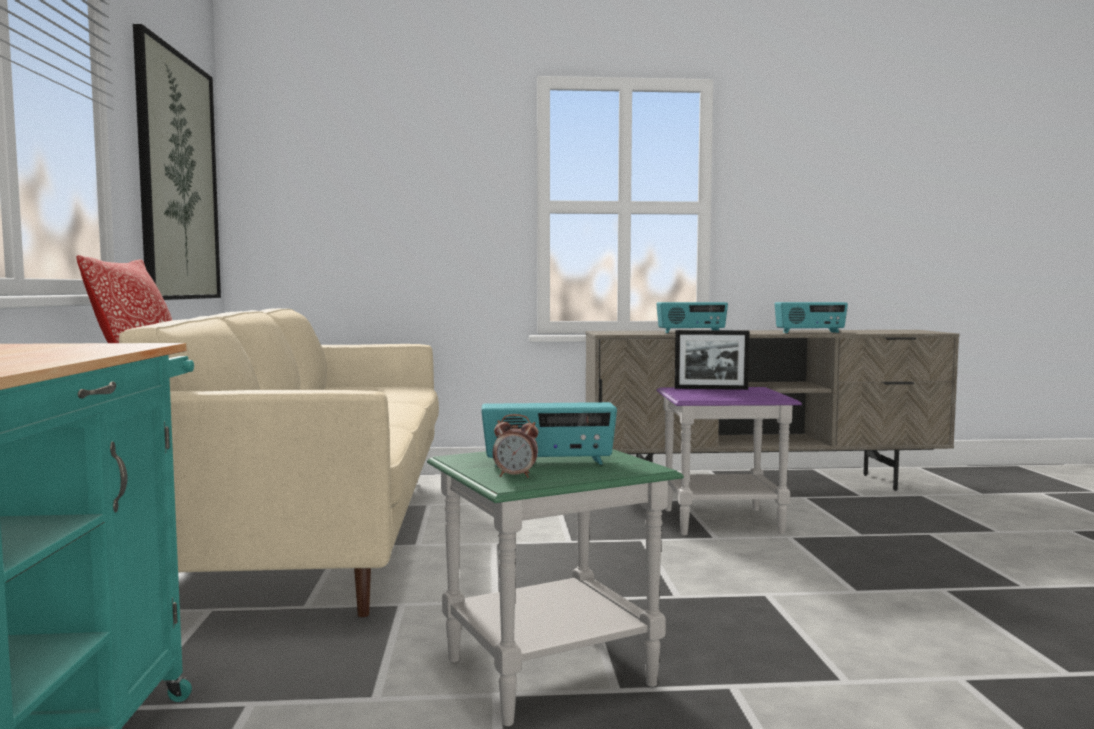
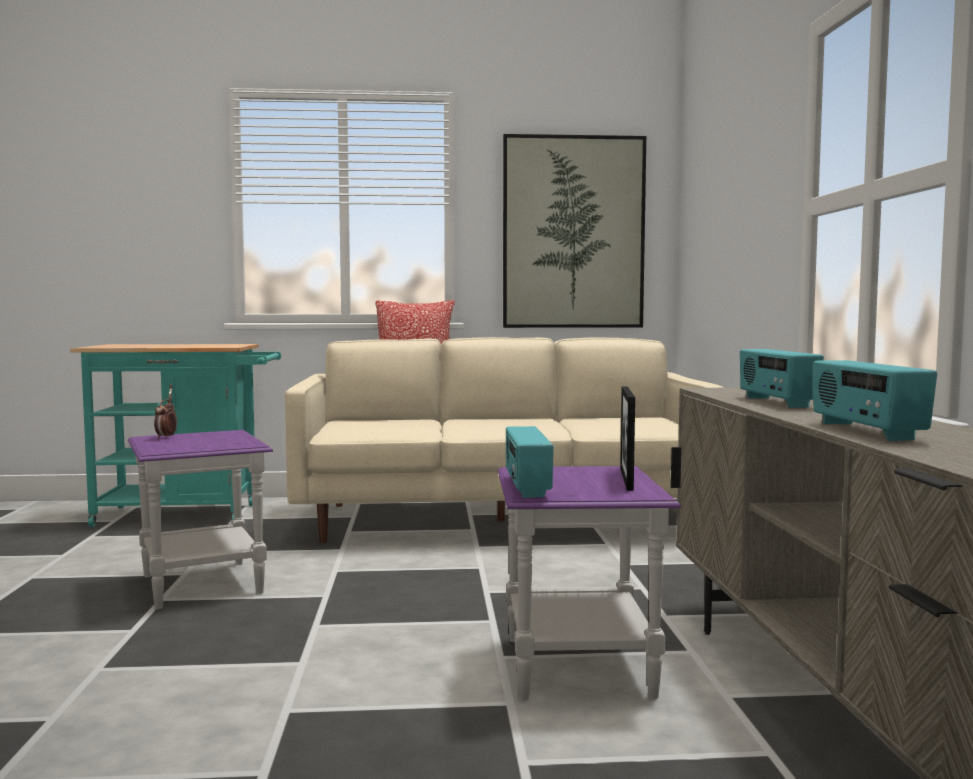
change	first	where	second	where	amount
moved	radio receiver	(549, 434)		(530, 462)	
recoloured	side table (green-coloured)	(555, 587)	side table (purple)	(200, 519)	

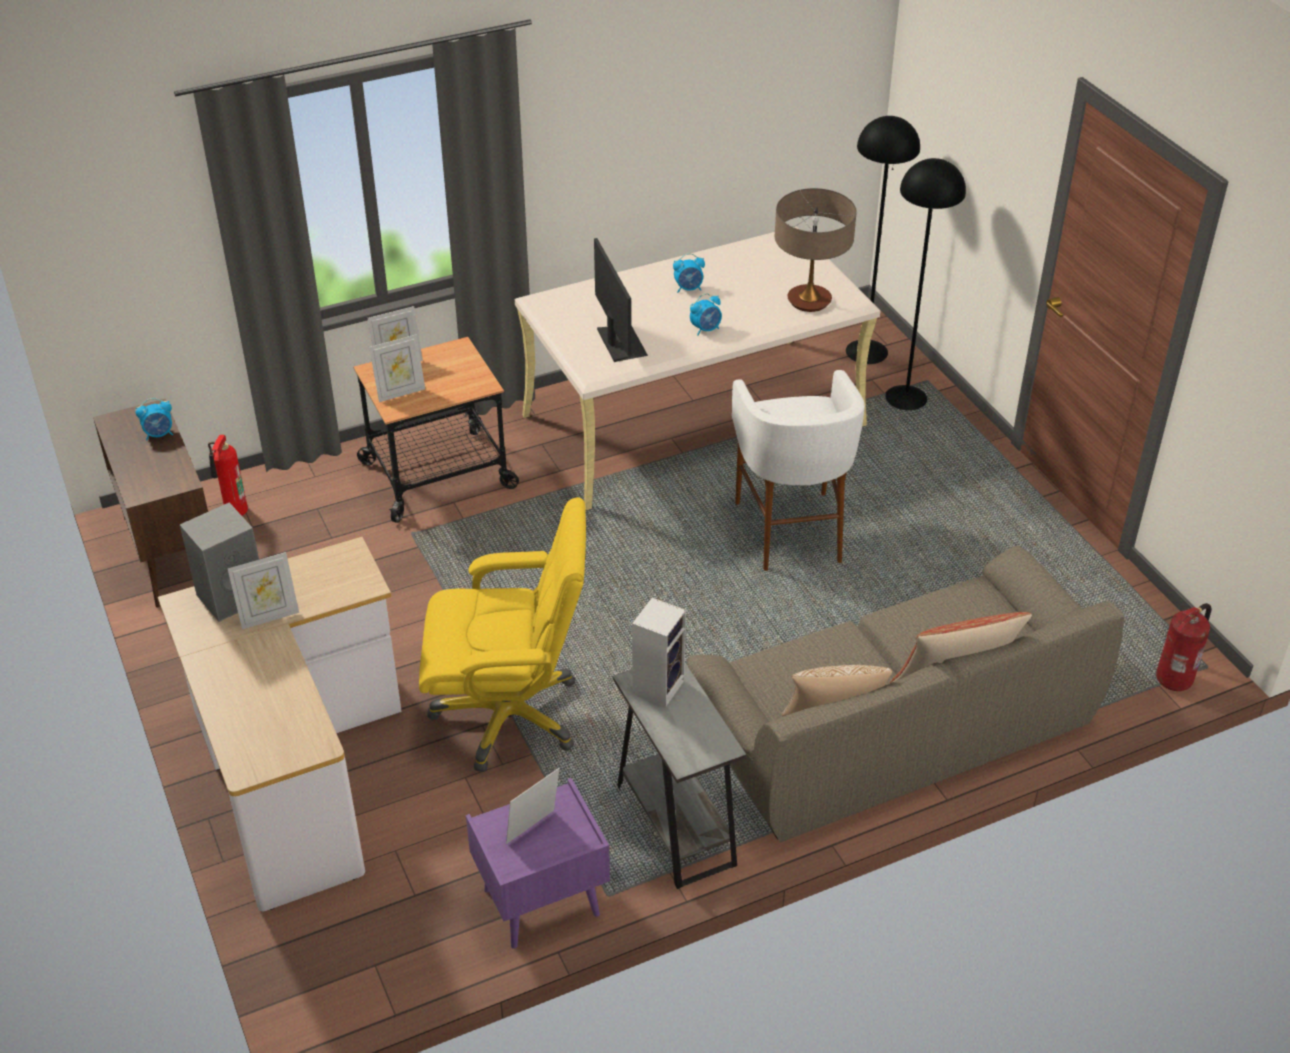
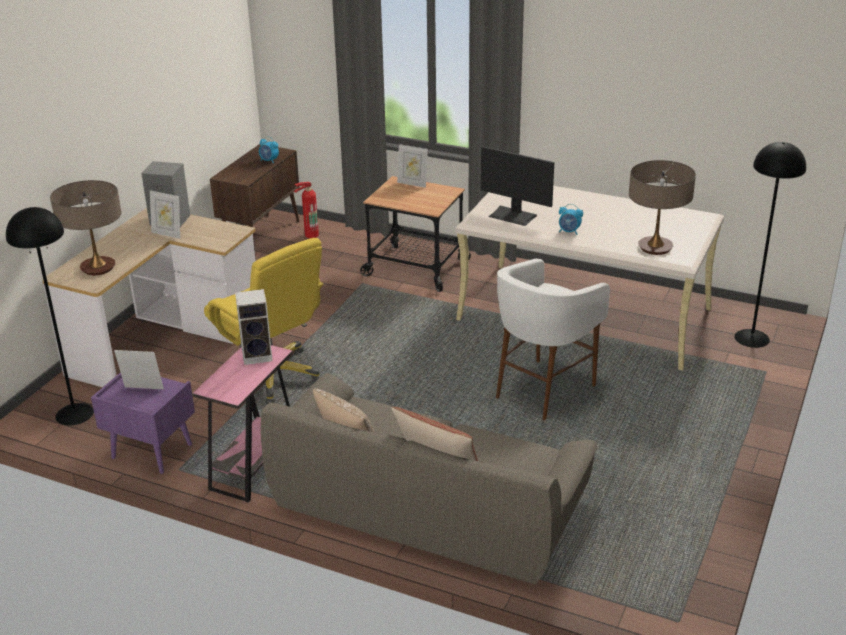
change	first	where	second	where	amount
removed	picture frame	(397, 368)			
removed	table clock	(689, 273)			
removed	fire-fighting cylinder	(1183, 647)			
added			tabletop lamp	(85, 227)	
moved	floor lamp (black-coloured)	(926, 284)		(50, 316)	
recoloured	side table (grey)	(679, 776)	side table (pink-coloured)	(242, 424)	
turned	monitor	(621, 300)		(517, 186)	90 degrees clockwise

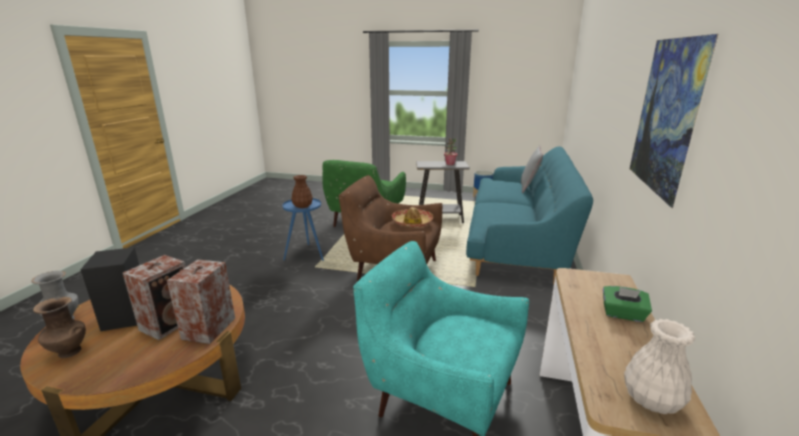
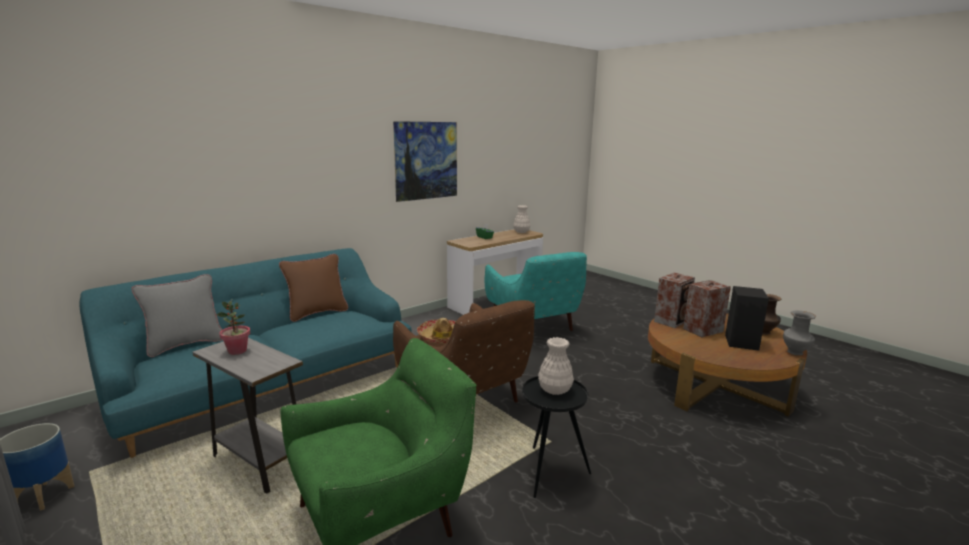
change	first	where	second	where	amount
added			throw pillow (brownish)	(313, 288)	
recoloured	side table (blue)	(303, 229)	side table (black-coloured)	(556, 437)	
recoloured	decorative vase (brownish)	(302, 191)	decorative vase (white-coloured)	(556, 366)	

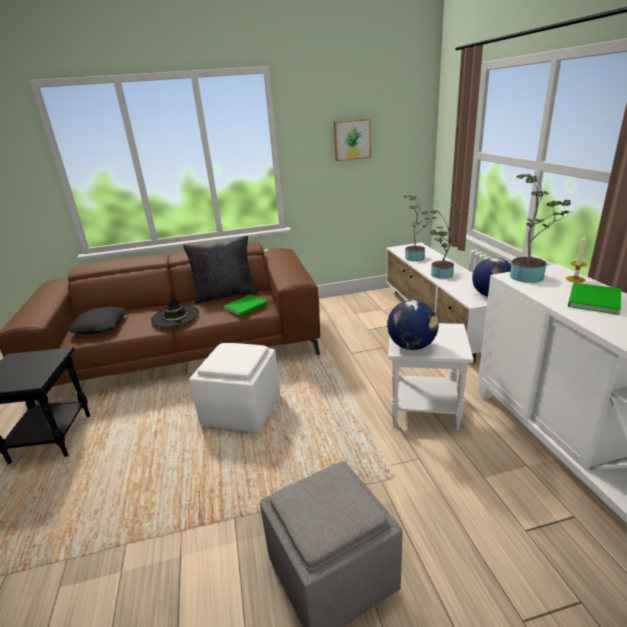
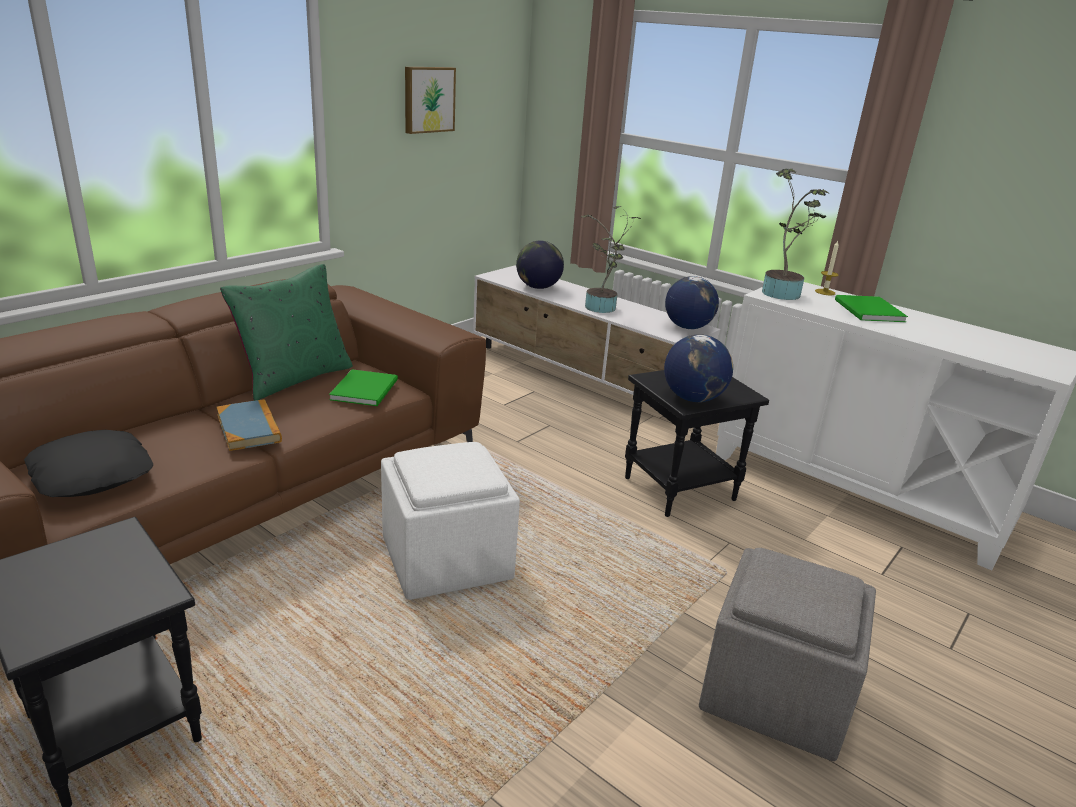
change	first	where	second	where	amount
replaced	wearable hat (black-coloured)	(175, 309)	volume	(249, 425)	
replaced	plant in a pot	(420, 228)	globe	(540, 265)	
recoloured	throw pillow (black-coloured)	(220, 270)	throw pillow (green-coloured)	(286, 332)	
recoloured	side table (white-coloured)	(431, 377)	side table (black-coloured)	(697, 443)	

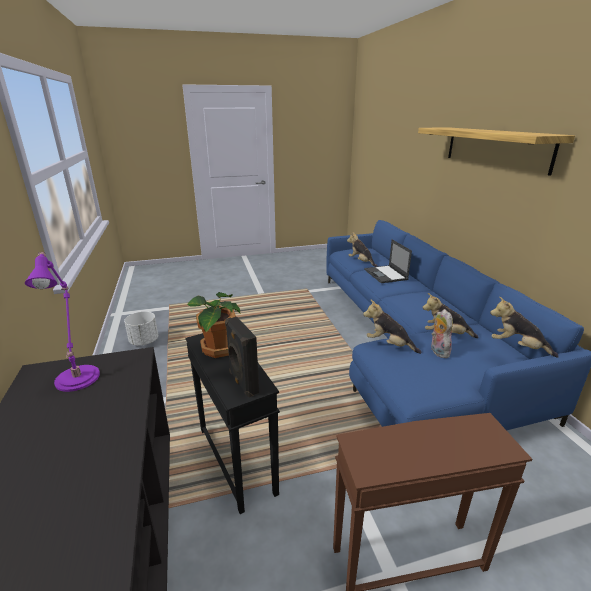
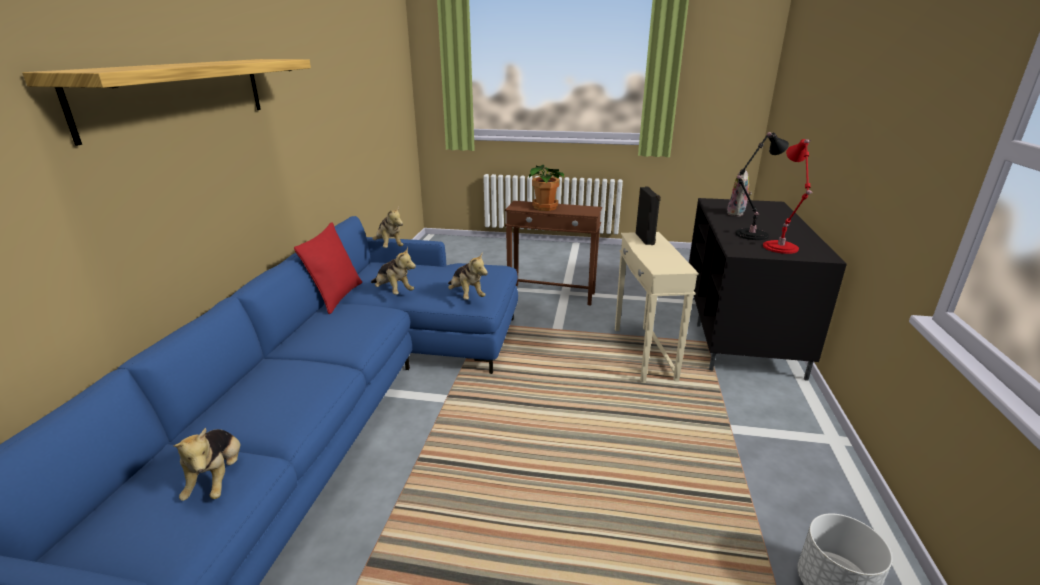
change	first	where	second	where	amount
removed	notebook computer	(388, 261)			
added			throw pillow (red-coloured)	(328, 268)	
added			tabletop lamp (black-coloured)	(762, 186)	
moved	plant in a pot	(214, 325)		(546, 188)	
moved	soft toy	(442, 333)		(739, 192)	
recoloured	tabletop lamp (purple)	(62, 322)	tabletop lamp (red-coloured)	(787, 196)	
recoloured	side table (black-coloured)	(233, 423)	side table (beige)	(657, 307)	

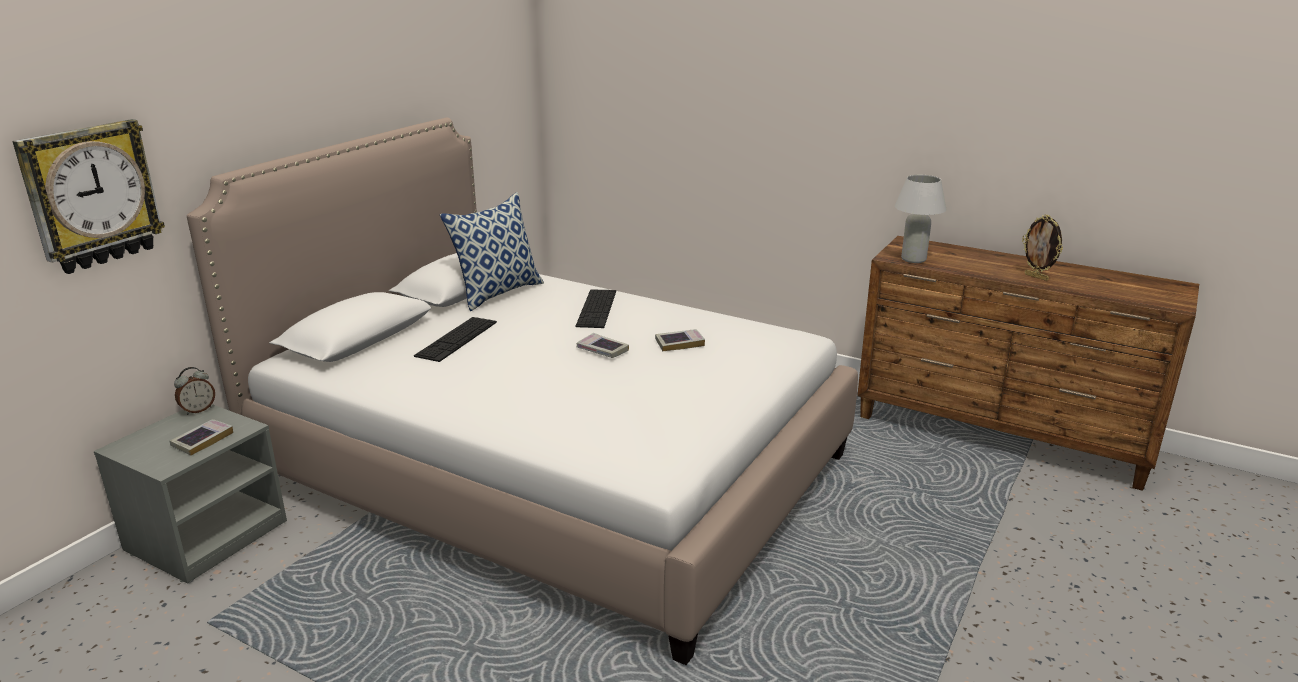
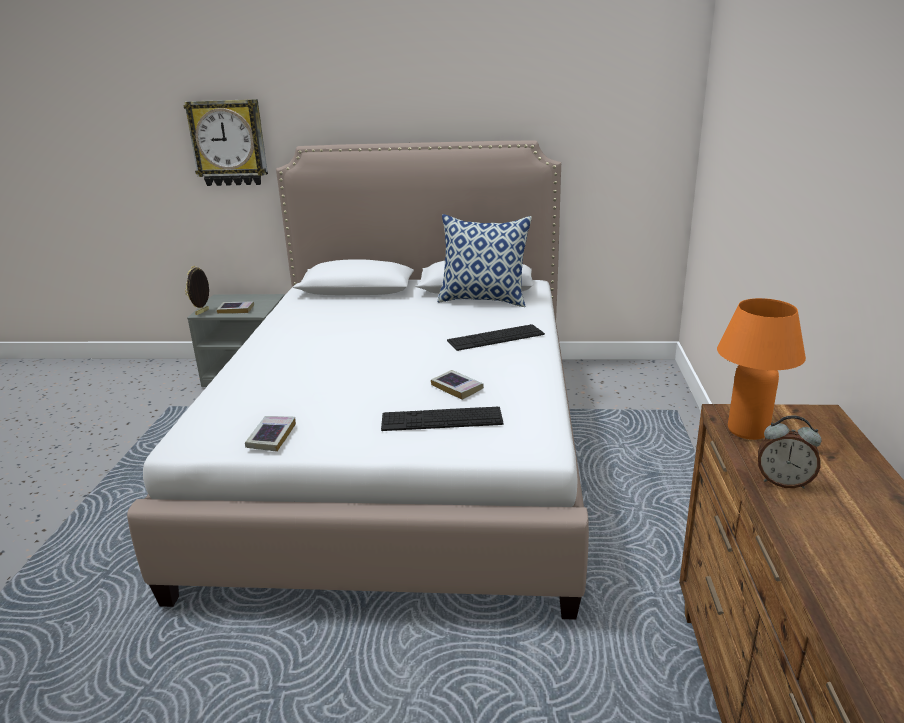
change	first	where	second	where	amount
moved	table clock	(194, 391)		(790, 451)	
moved	computer keyboard	(455, 339)		(442, 419)	
moved	volume	(603, 345)		(270, 434)	
moved	picture frame	(1042, 248)		(197, 290)	
recoloured	tabletop lamp (white-coloured)	(920, 219)	tabletop lamp (orange)	(761, 369)	

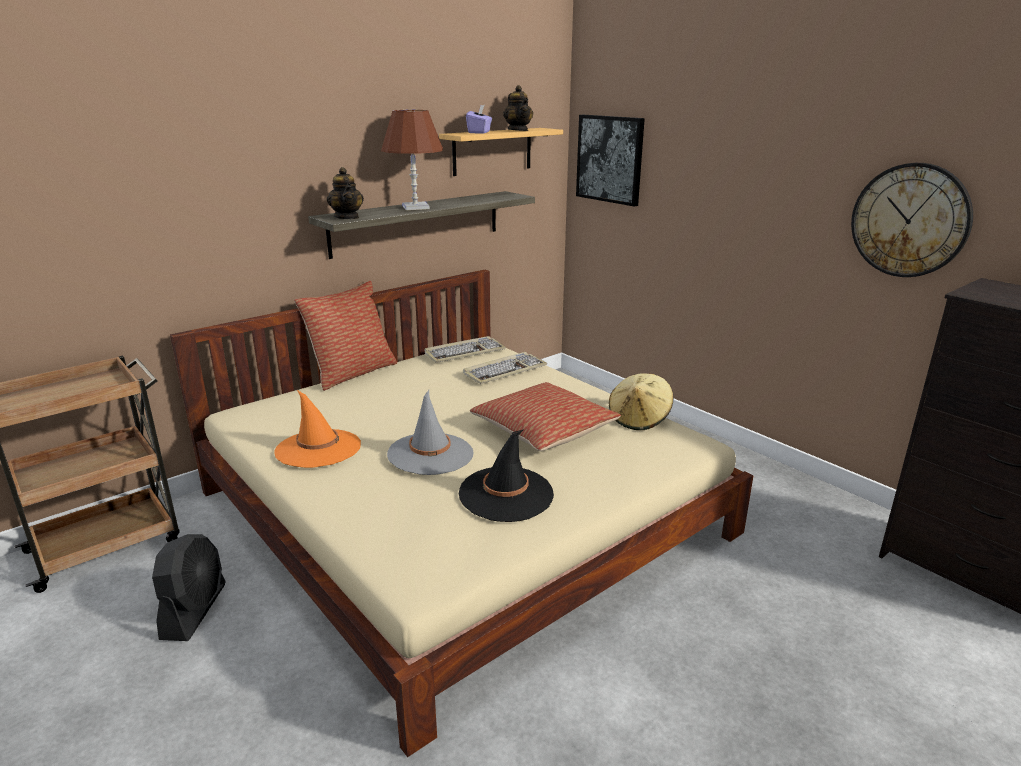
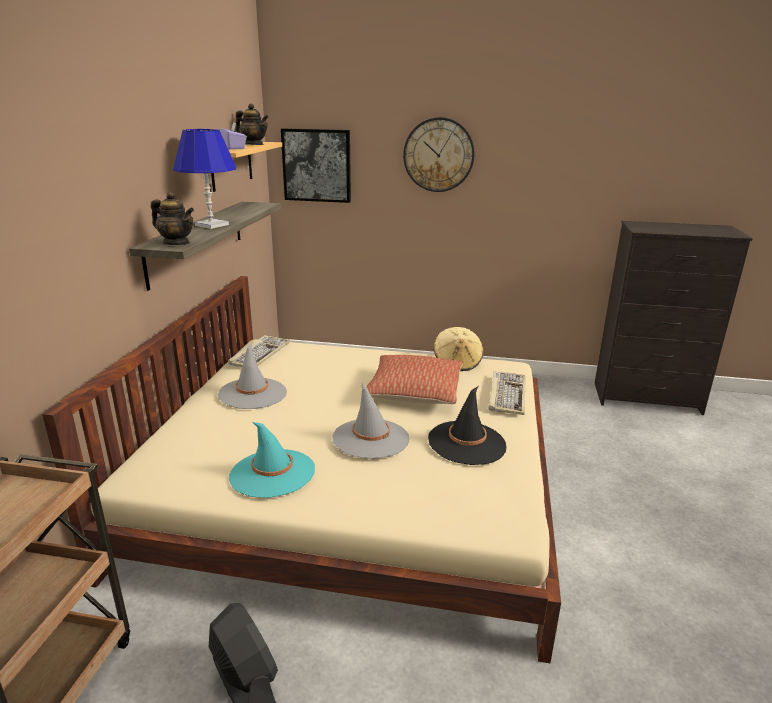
change	first	where	second	where	amount
removed	throw pillow	(345, 336)			
added			wearable hat (grey)	(252, 376)	
moved	computer keyboard	(505, 368)		(507, 393)	
moved	wall clock	(912, 220)		(439, 154)	
recoloured	wearable hat (orange)	(317, 429)	wearable hat (turquoise-coloured)	(272, 460)	
recoloured	tabletop lamp (brownish)	(412, 160)	tabletop lamp (blue)	(204, 179)	

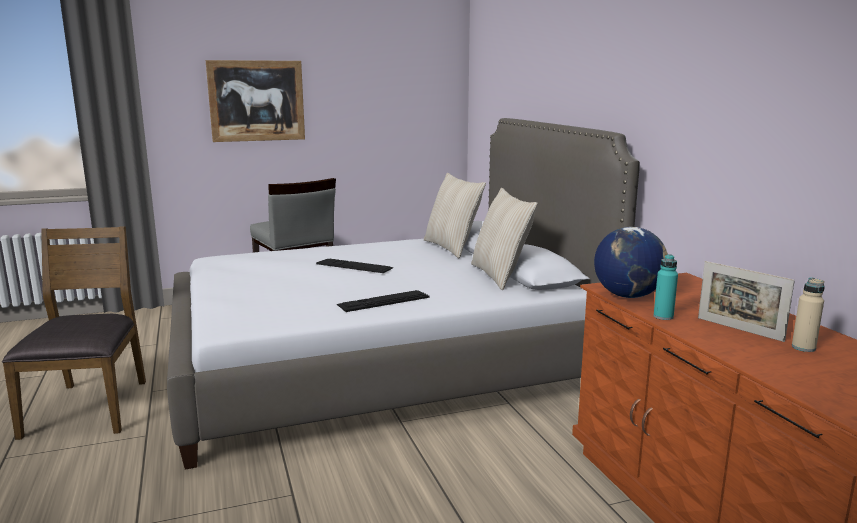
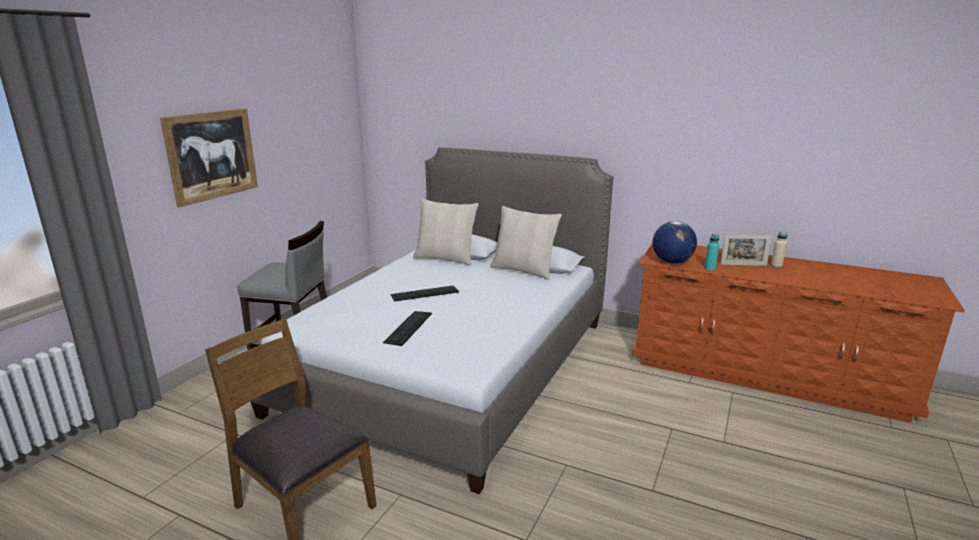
change	first	where	second	where	amount
moved	computer keyboard	(383, 301)		(407, 328)	

